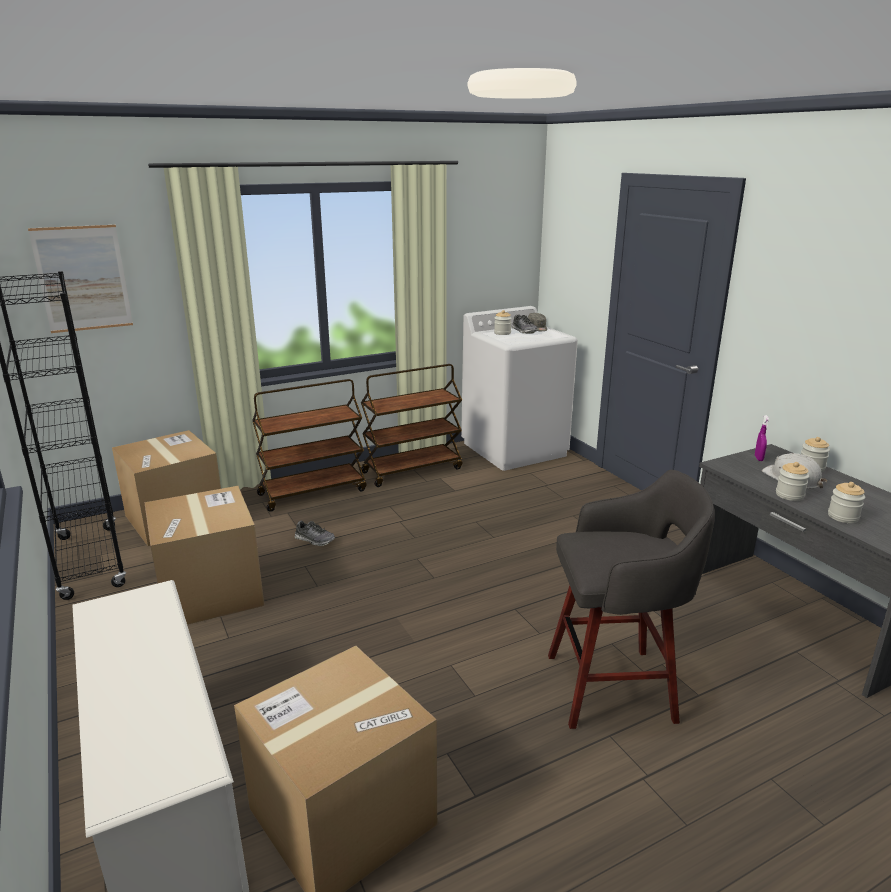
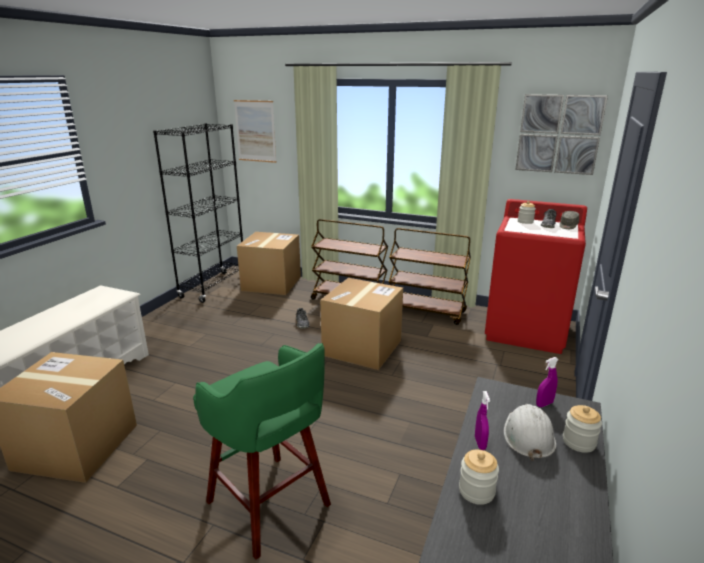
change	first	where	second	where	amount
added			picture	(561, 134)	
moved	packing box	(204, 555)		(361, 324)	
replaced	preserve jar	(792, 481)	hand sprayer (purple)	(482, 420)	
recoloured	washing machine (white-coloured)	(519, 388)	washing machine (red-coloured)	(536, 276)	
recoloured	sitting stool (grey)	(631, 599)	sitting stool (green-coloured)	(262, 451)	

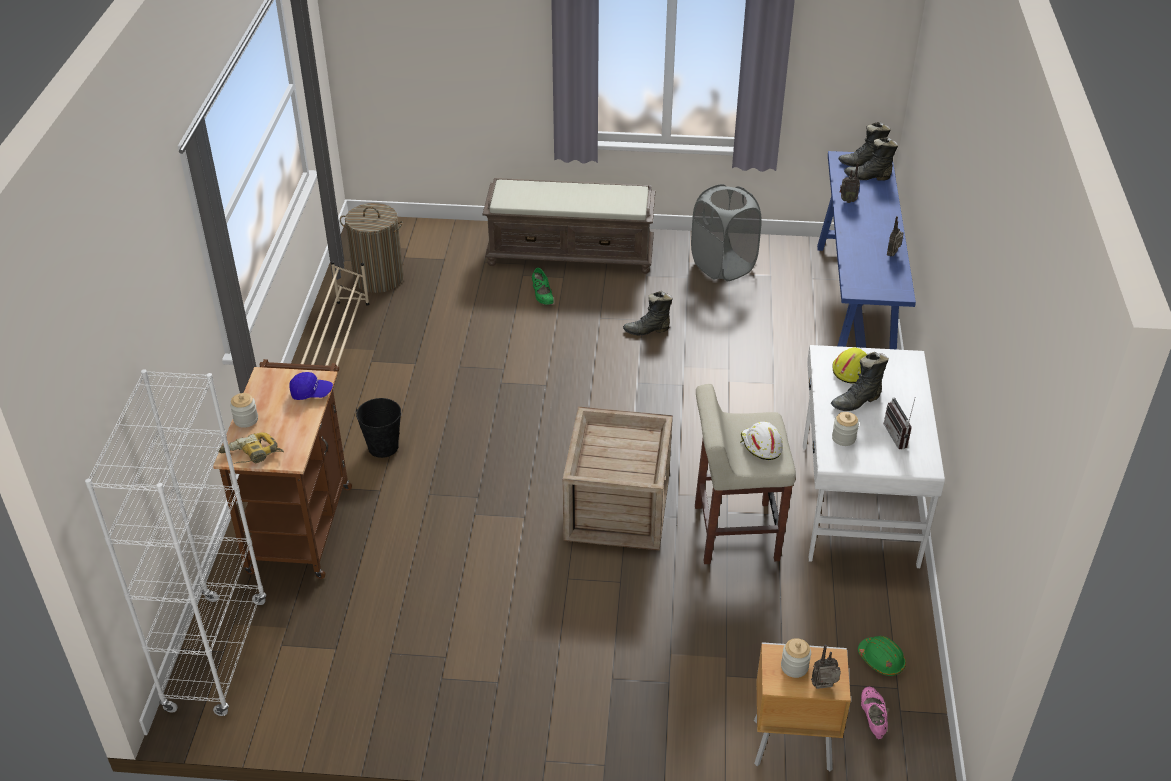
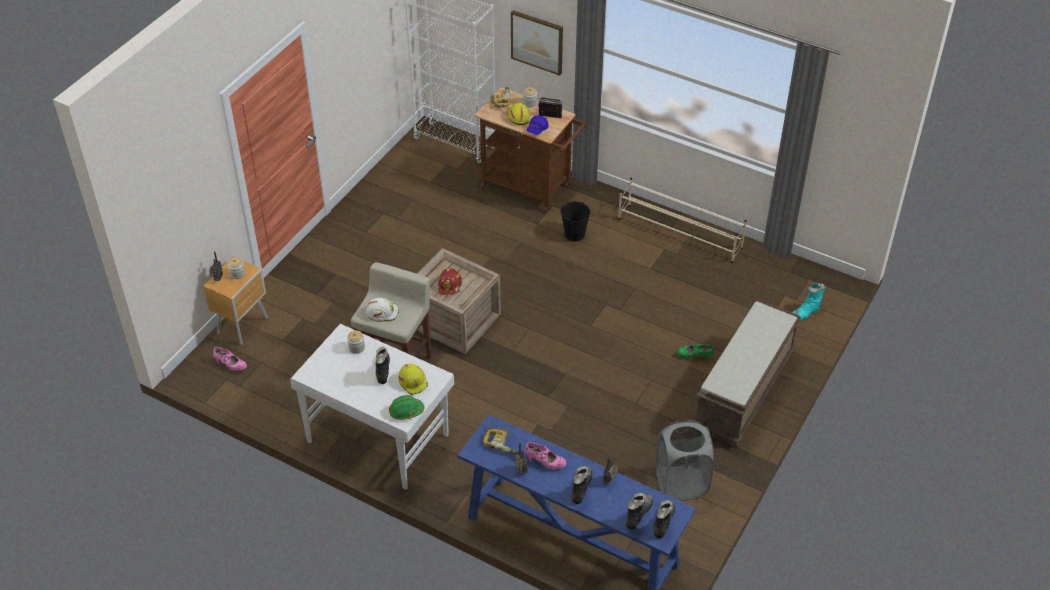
change	first	where	second	where	amount
removed	washing basket	(372, 248)			
added			hard hat (red-coloured)	(450, 282)	
added			drill	(500, 438)	
added			hard hat (yellow)	(518, 114)	
added			picture	(537, 43)	
added			shoe (pink-coloured)	(546, 455)	
added			tall boot (turquoise-coloured)	(809, 301)	
moved	tall boot (black-coloured)	(648, 313)		(582, 485)	
moved	hard hat (green-coloured)	(882, 656)		(406, 407)	
moved	radio receiver	(899, 423)		(550, 107)	

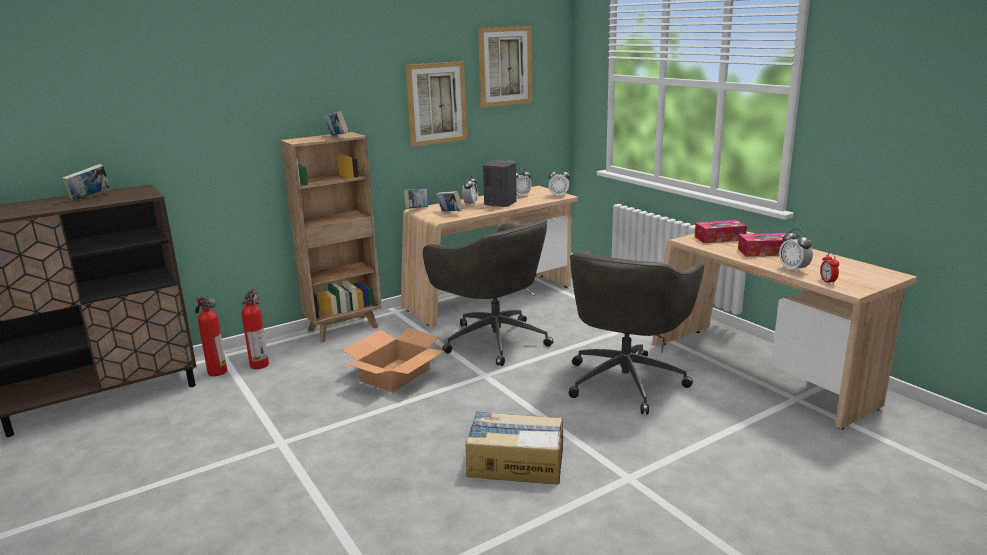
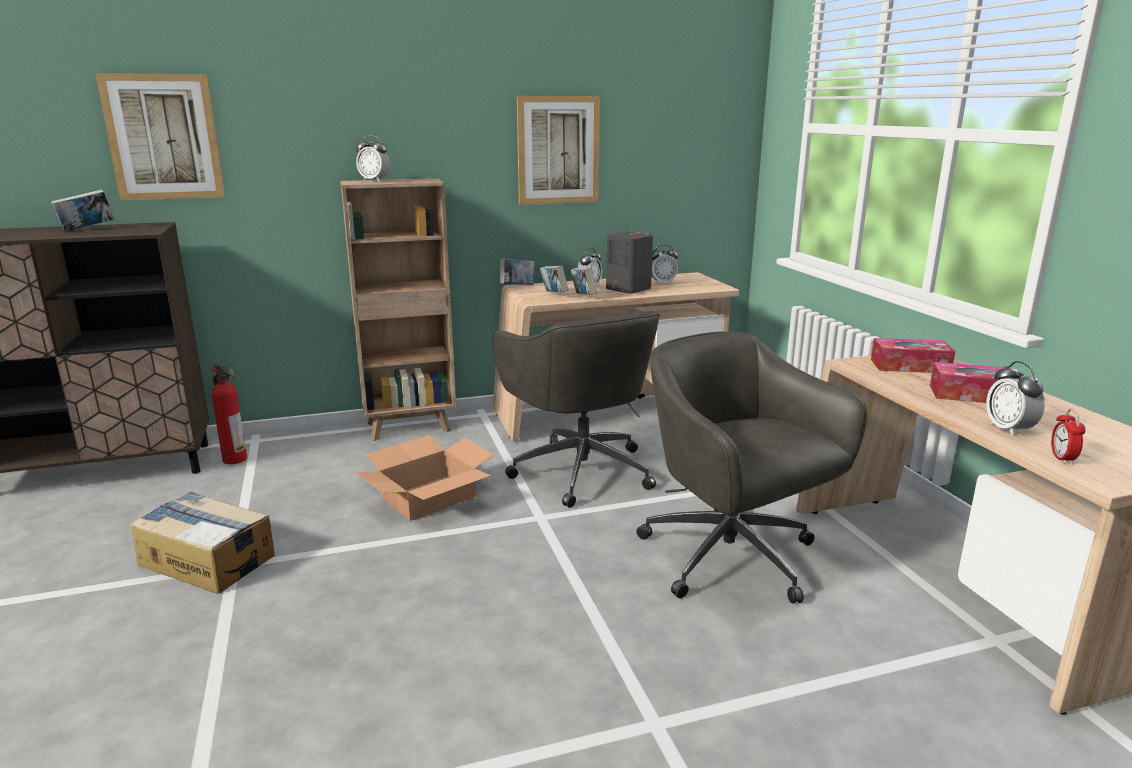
change	first	where	second	where	amount
removed	fire-fighting cylinder	(255, 329)			
moved	volume	(336, 123)		(584, 281)	
moved	packing box	(514, 447)		(202, 543)	
moved	picture	(505, 67)		(160, 136)	
moved	table clock	(559, 182)		(373, 158)	
turned	desk chair (grey)	(636, 332)		(751, 467)	105 degrees clockwise

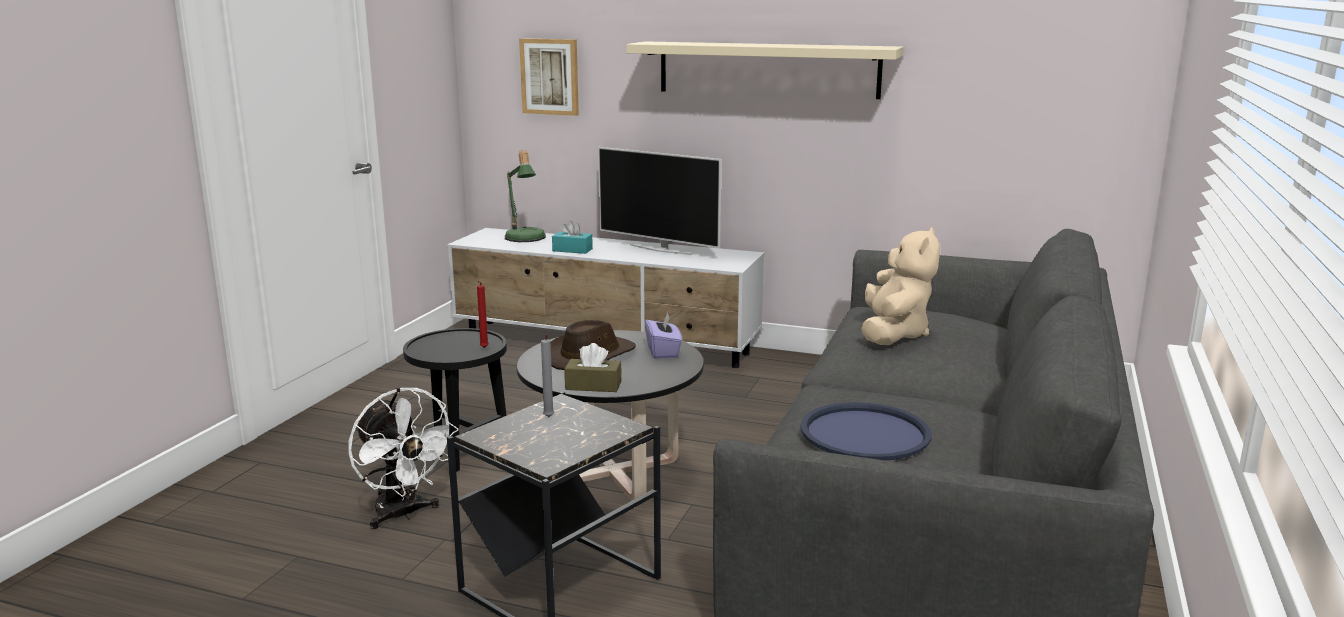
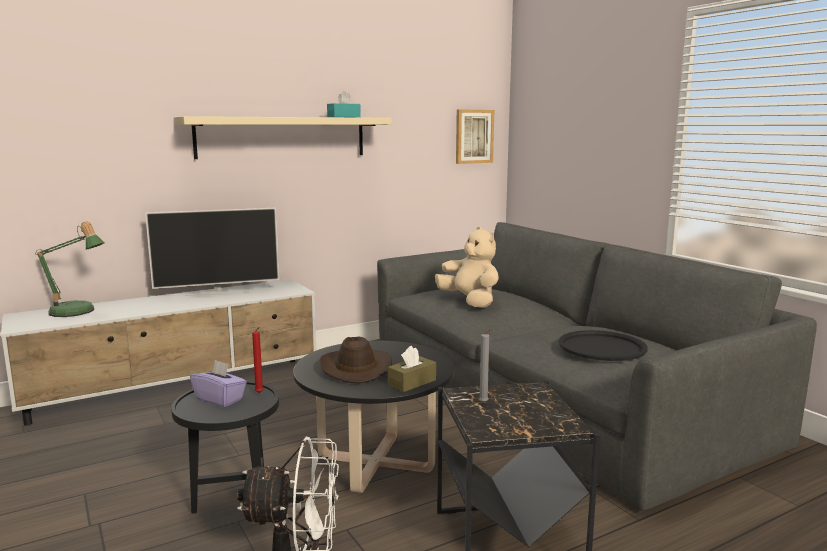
change	first	where	second	where	amount
moved	picture	(549, 77)		(475, 136)	
moved	tissue box (turquoise-coloured)	(572, 237)		(344, 104)	
moved	tissue box (purple)	(663, 335)		(218, 383)	
recoloured	tray (blue)	(866, 431)	tray (black-coloured)	(603, 345)	

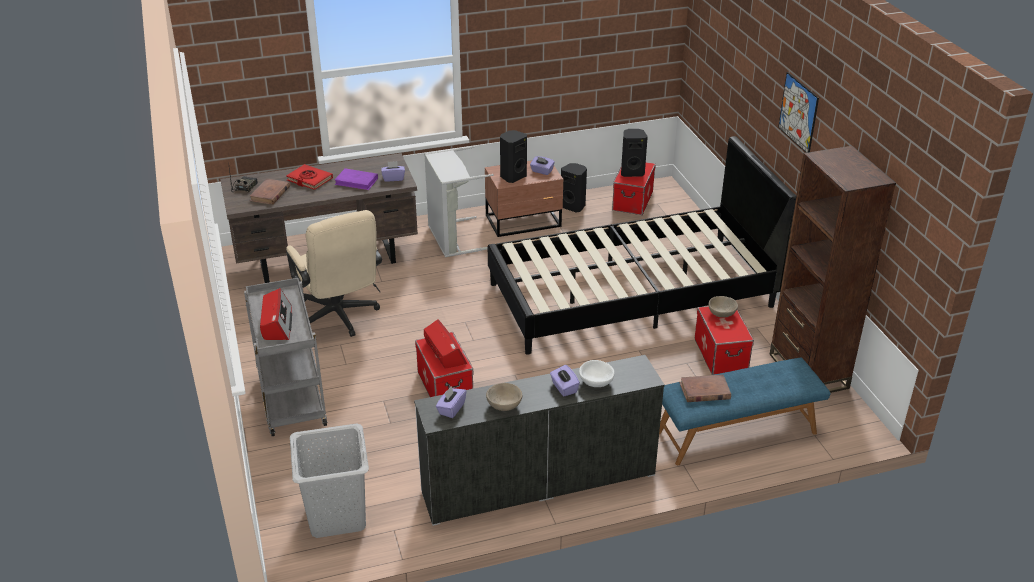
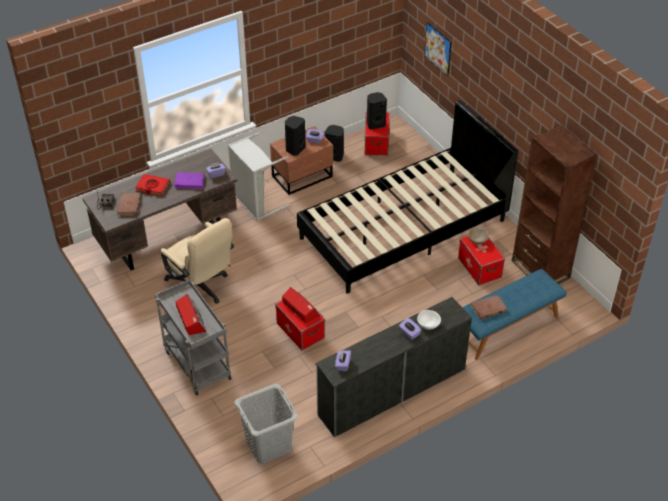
change	first	where	second	where	amount
removed	deep dish (beige)	(504, 397)			
moved	picture	(798, 112)		(438, 49)	

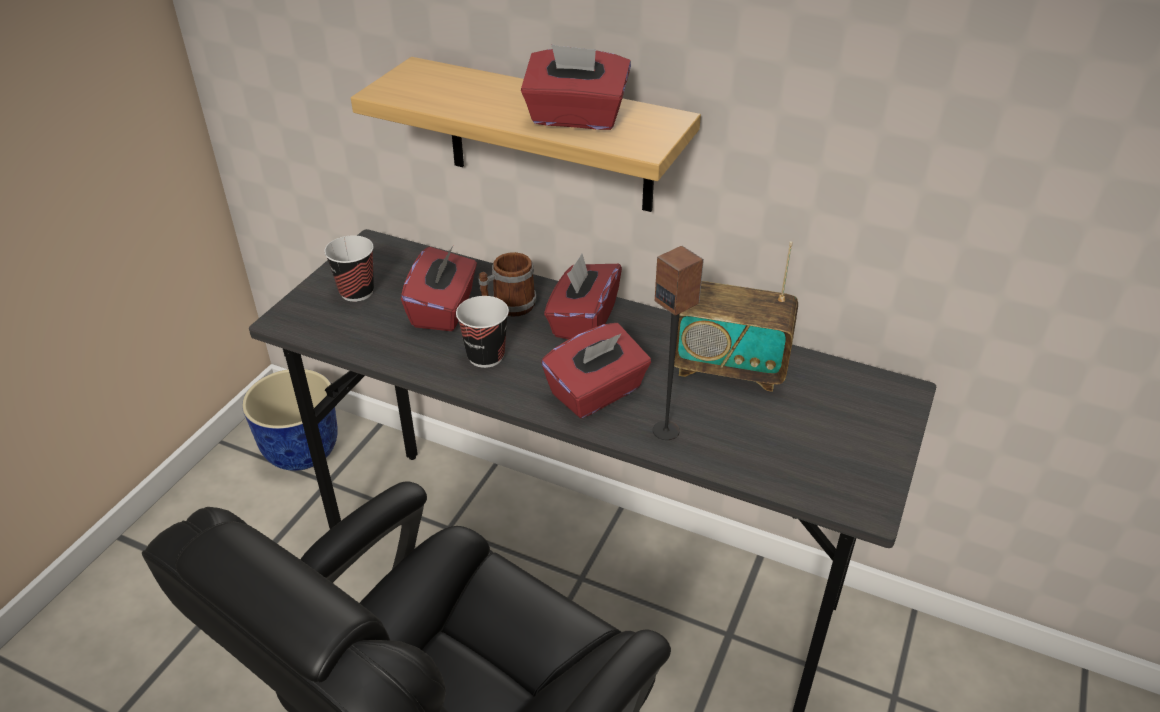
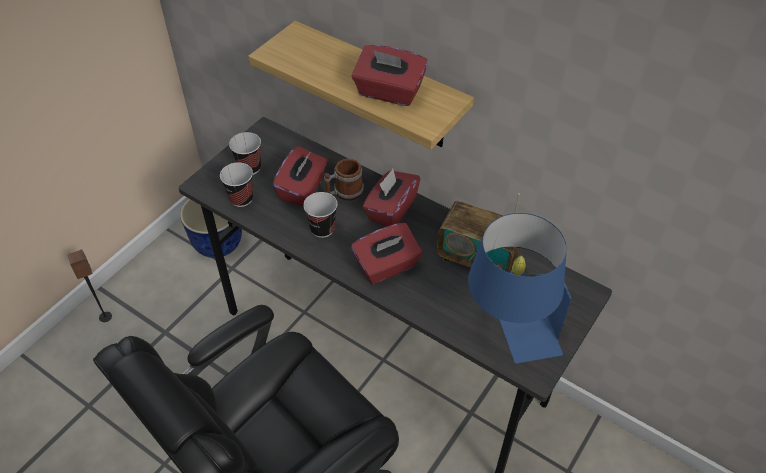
change	first	where	second	where	amount
added			drinking cup	(236, 184)	
added			tabletop lamp (blue)	(519, 288)	
moved	speaker	(678, 343)		(89, 286)	

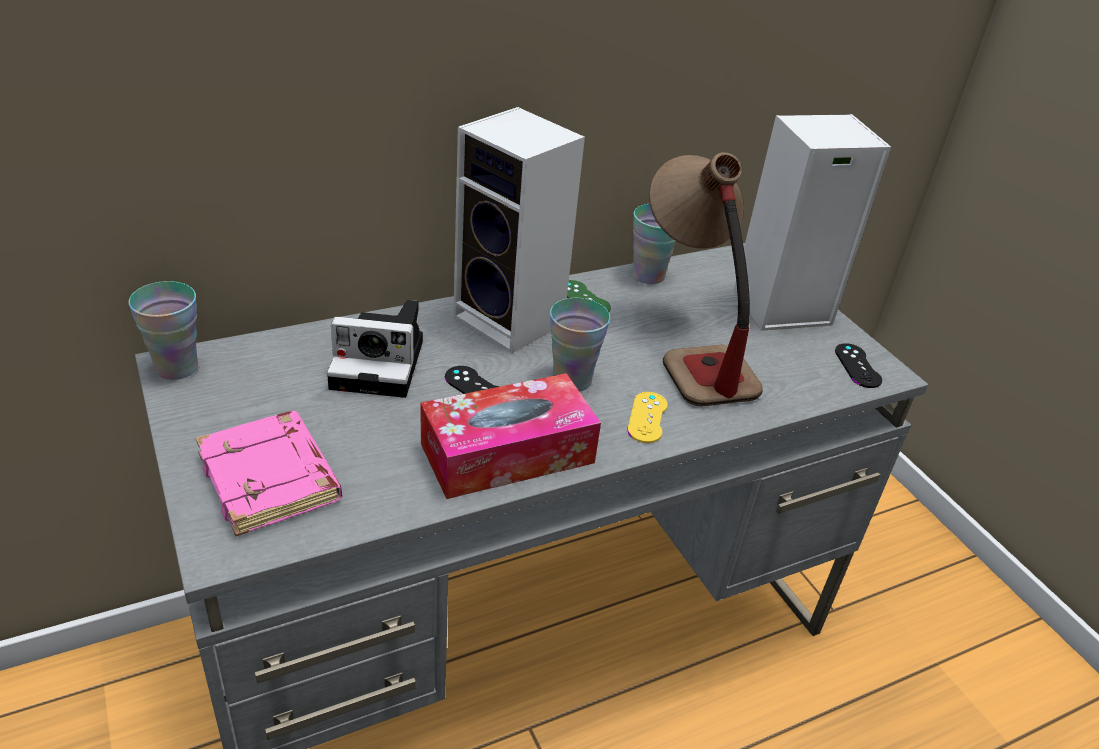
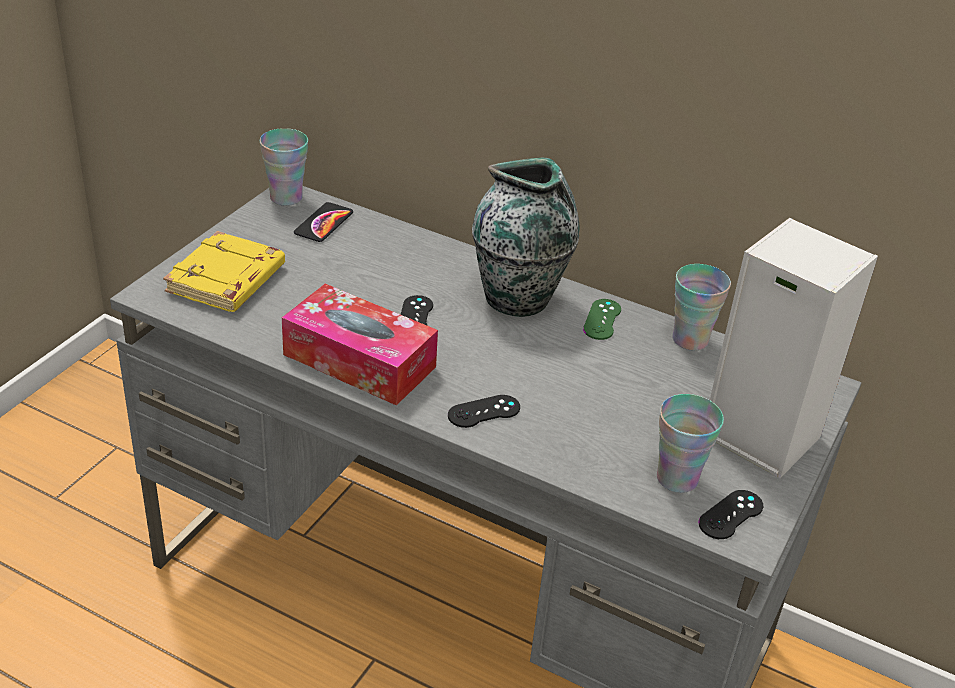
change	first	where	second	where	amount
removed	photo camera	(375, 349)			
removed	tabletop lamp	(706, 279)			
added			phone	(323, 222)	
moved	drinking cup	(580, 345)		(690, 443)	
replaced	speaker	(519, 230)	decorative vase	(526, 237)	
recoloured	volume (pink-coloured)	(269, 473)	volume (yellow)	(224, 271)	
recoloured	joypad (yellow)	(647, 417)	joypad (black-coloured)	(484, 411)	

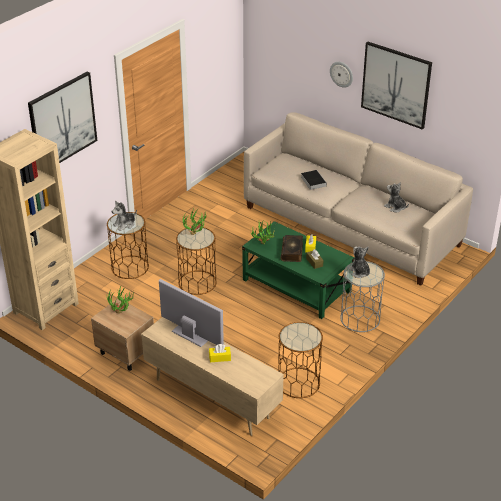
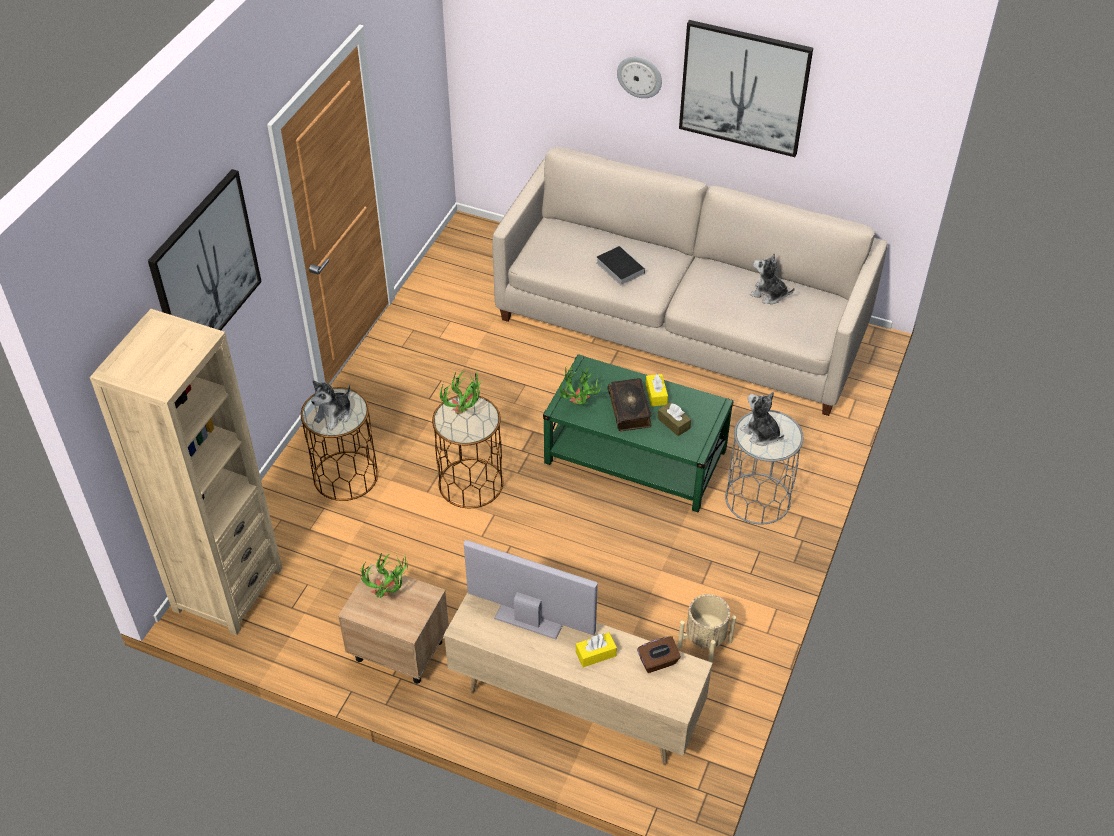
change	first	where	second	where	amount
added			tissue box (brownish)	(659, 654)	
replaced	side table (brownish)	(300, 360)	plant pot (beige)	(706, 628)	

